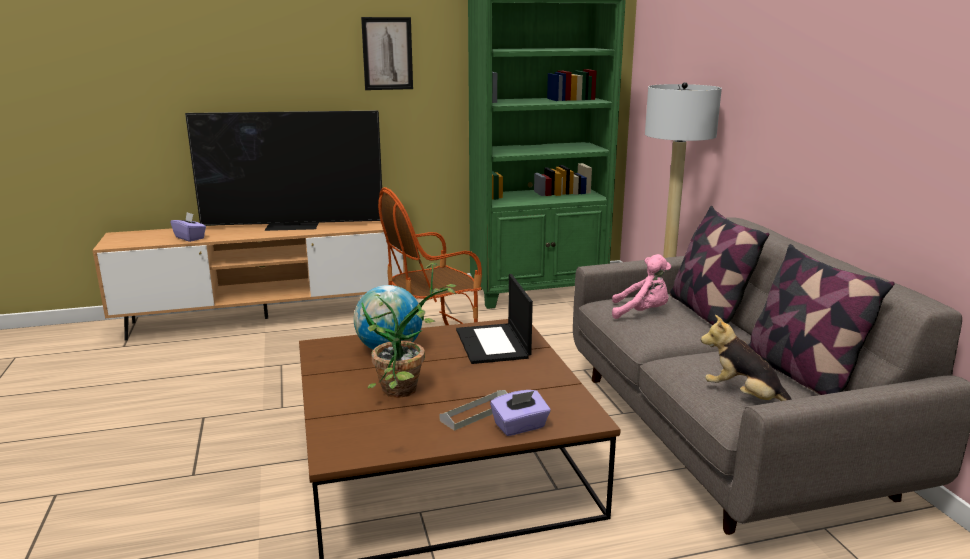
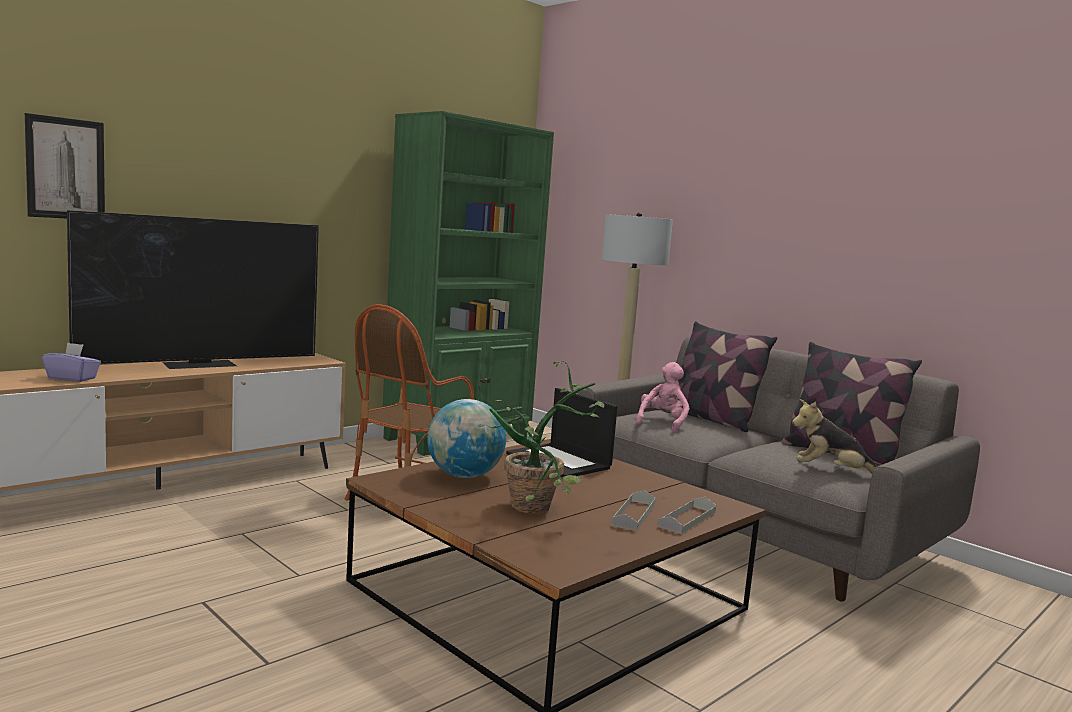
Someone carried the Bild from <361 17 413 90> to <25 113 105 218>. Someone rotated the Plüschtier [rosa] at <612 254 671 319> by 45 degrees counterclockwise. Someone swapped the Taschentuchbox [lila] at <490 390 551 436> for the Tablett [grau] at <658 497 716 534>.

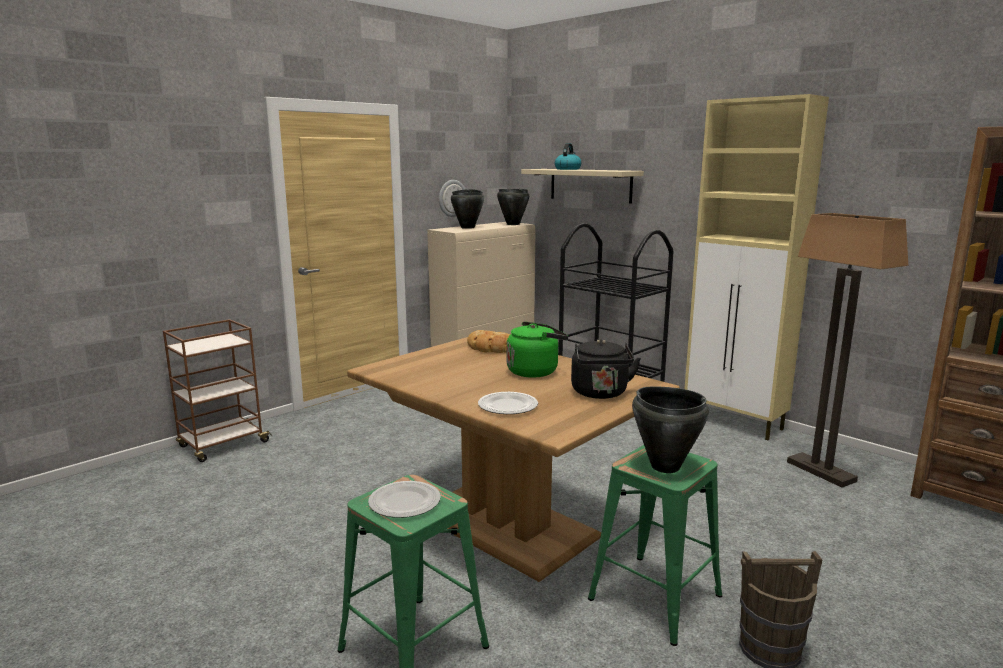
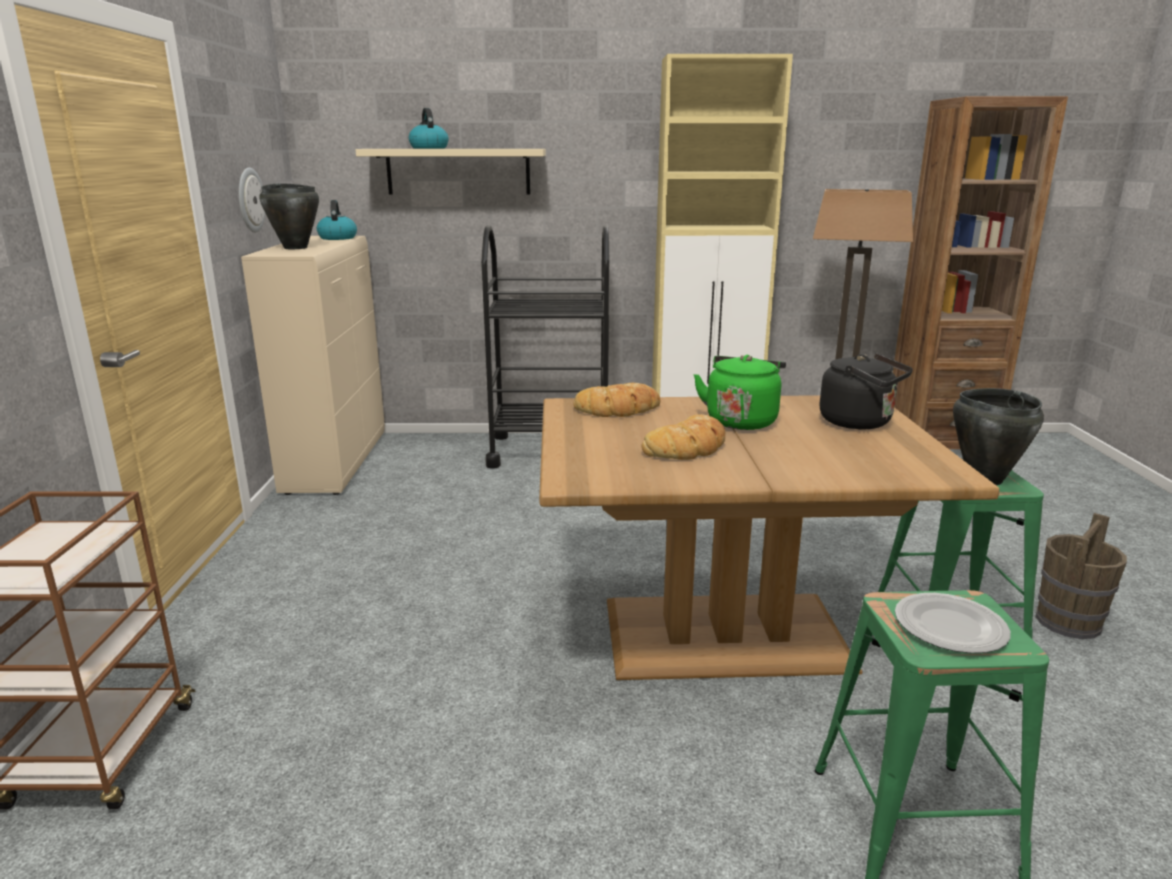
Someone swapped the Kochtopf [schwarz] at <497 189 529 225> for the Wasserkessel at <317 200 357 240>. Someone took away the Teller at <478 392 538 414>. Someone put down the Brot at <642 414 725 460>.

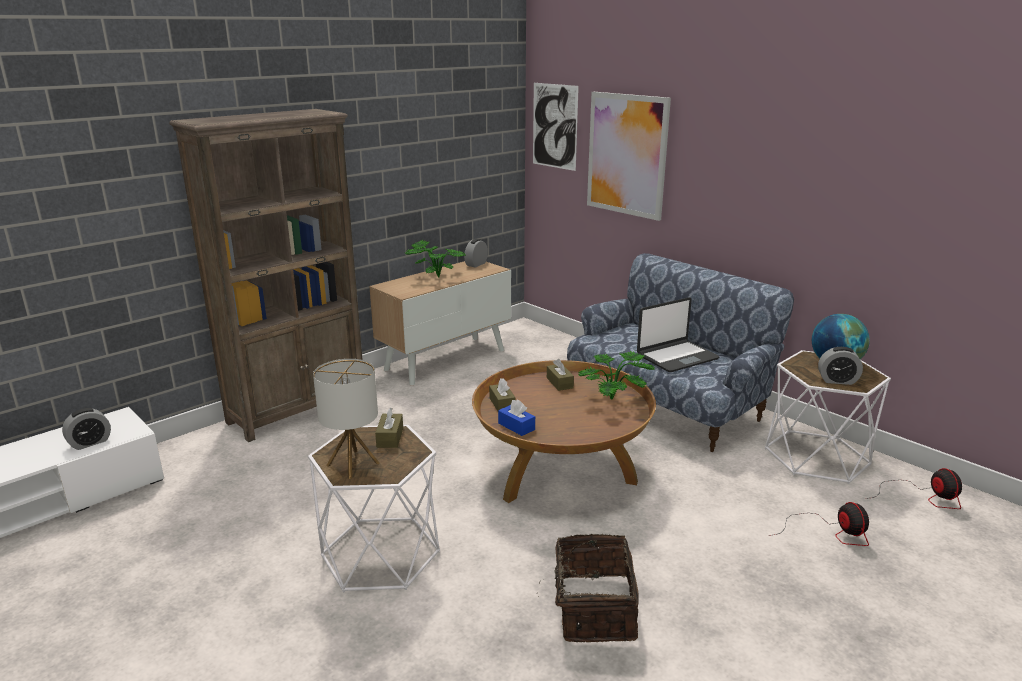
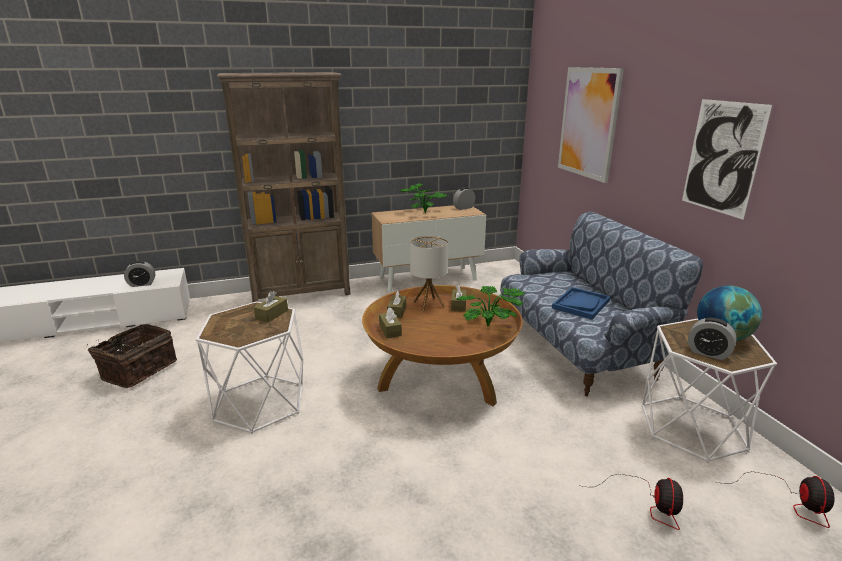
Someone carried the Bild from <533 83 579 171> to <682 99 772 220>. Someone swapped the Laptop at <637 297 720 372> for the Tablett [blau] at <552 287 610 319>. Someone carried the Tischlampe from <313 359 380 479> to <410 236 448 312>. Someone repainted the Taschentuchbox [blau] at <498 399 535 436>, which became the Taschentuchbox [braun] at <379 308 402 338>. Someone carried the Korb from <538 534 638 643> to <86 324 177 388>.

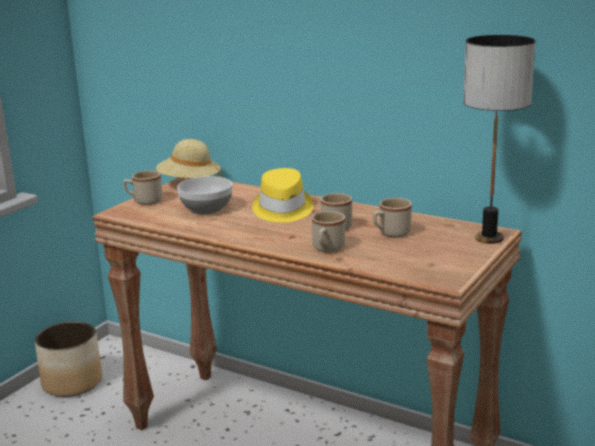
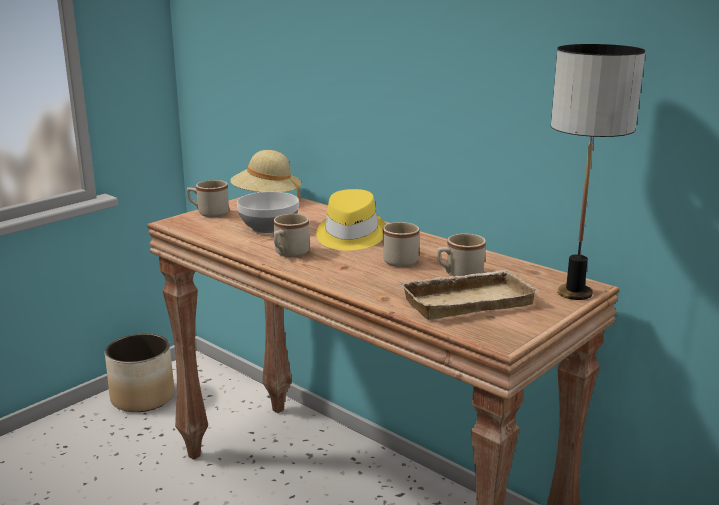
Someone carried the Henkelbecher [beige] from <312 211 345 252> to <274 214 309 257>. Someone put down the Tablett [beige] at <398 270 539 320>.

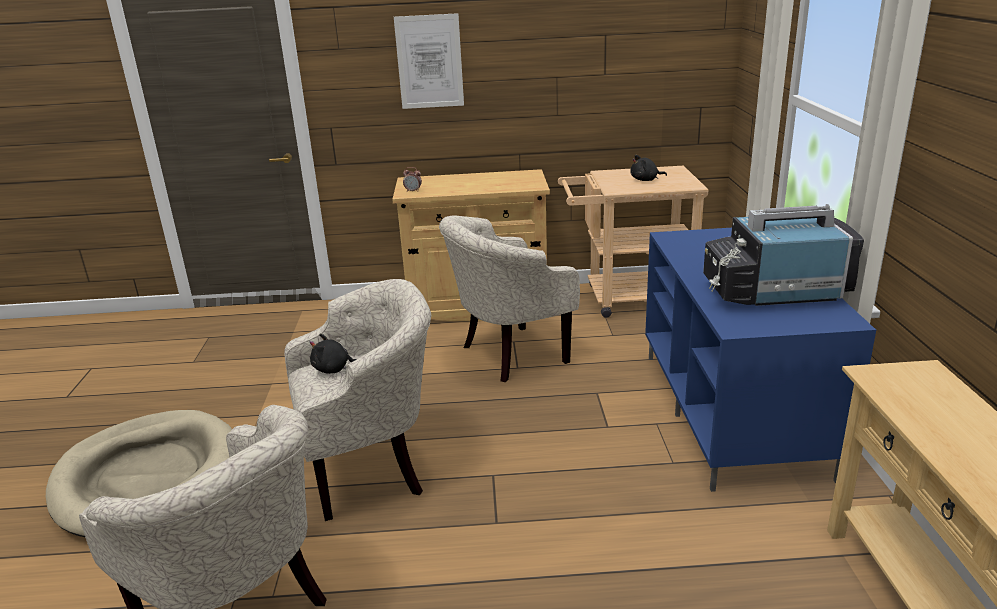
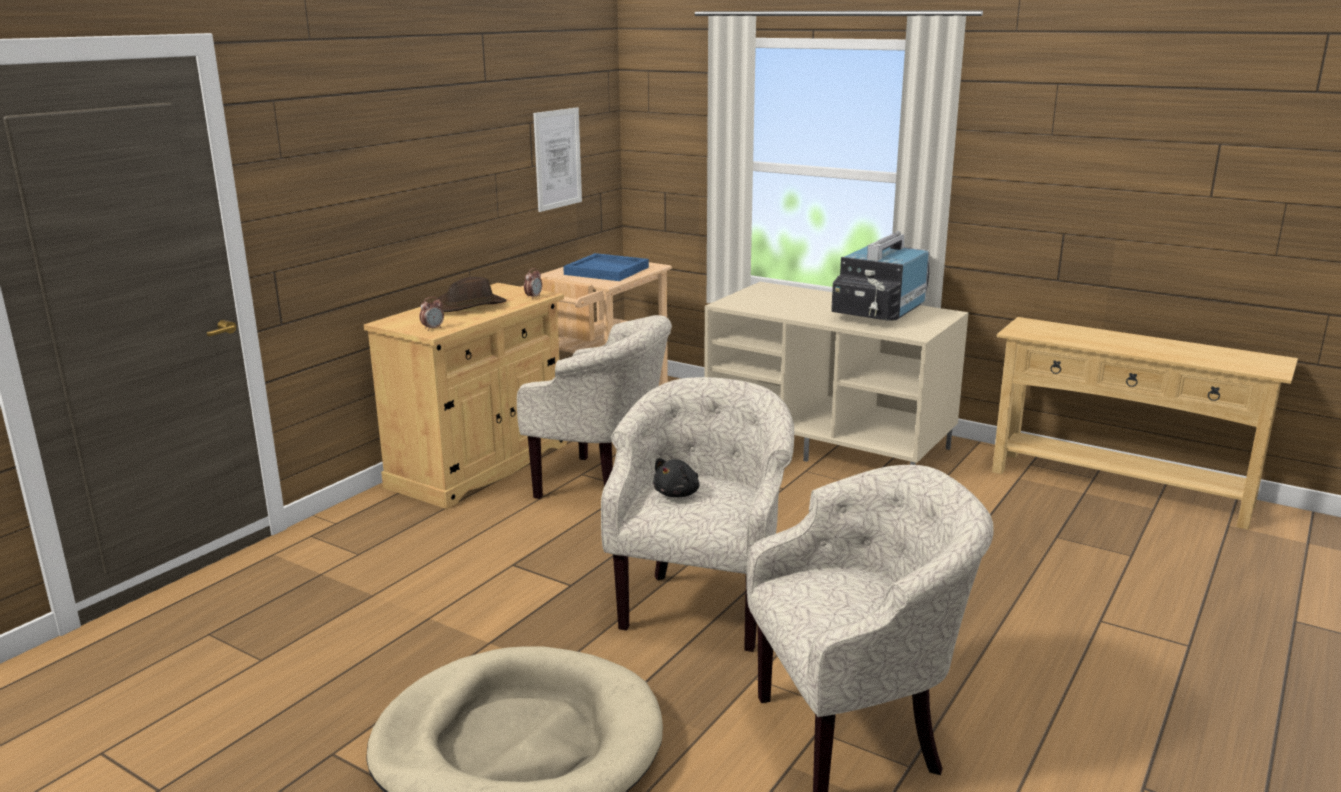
Someone carried the Bild from <394 13 464 109> to <533 107 582 212>. Someone swapped the Plüschtier [schwarz] at <630 155 667 181> for the Tablett [blau] at <563 253 649 281>. Someone rotated the Sessel [beige] at <439 215 580 382> by 75 degrees counterclockwise. Someone repainted the Fernsehschrank [blau] at <645 228 876 492>, which became the Fernsehschrank [beige] at <704 282 969 465>. Someone put down the Wecker at <524 268 542 299>. Someone put down the Hut [braun] at <432 277 507 312>.

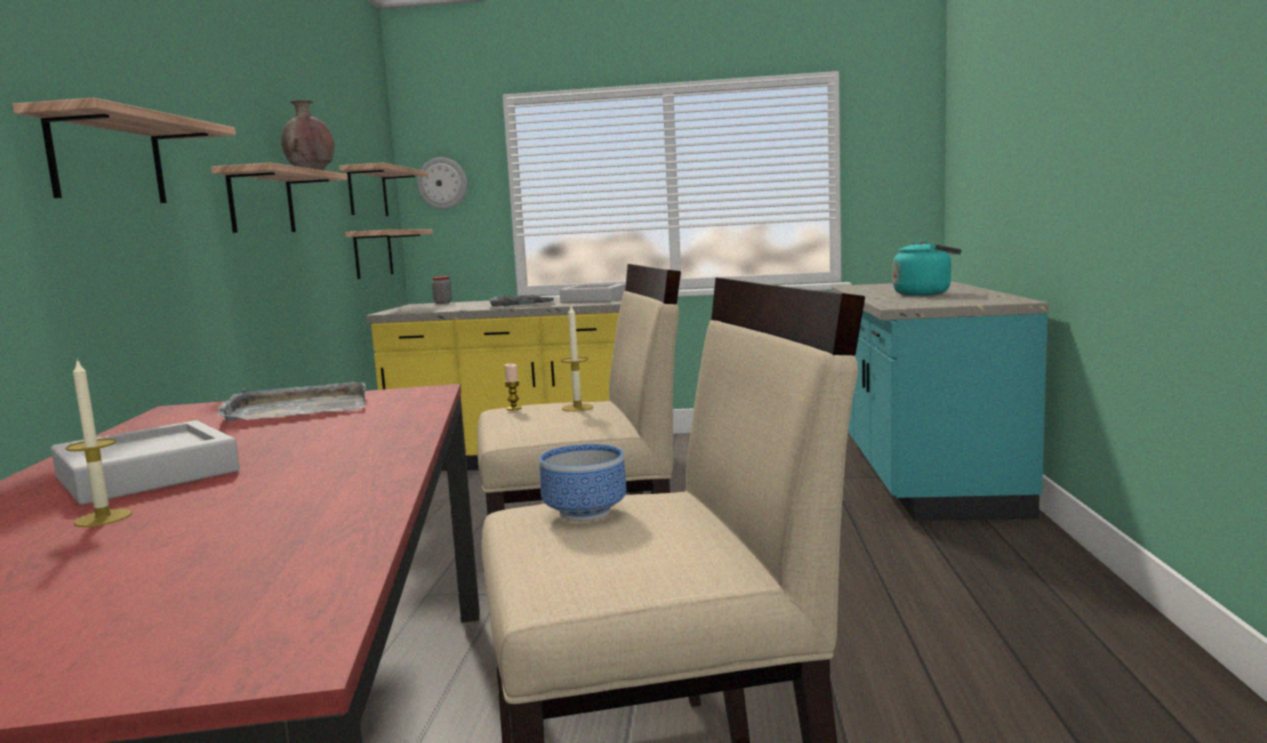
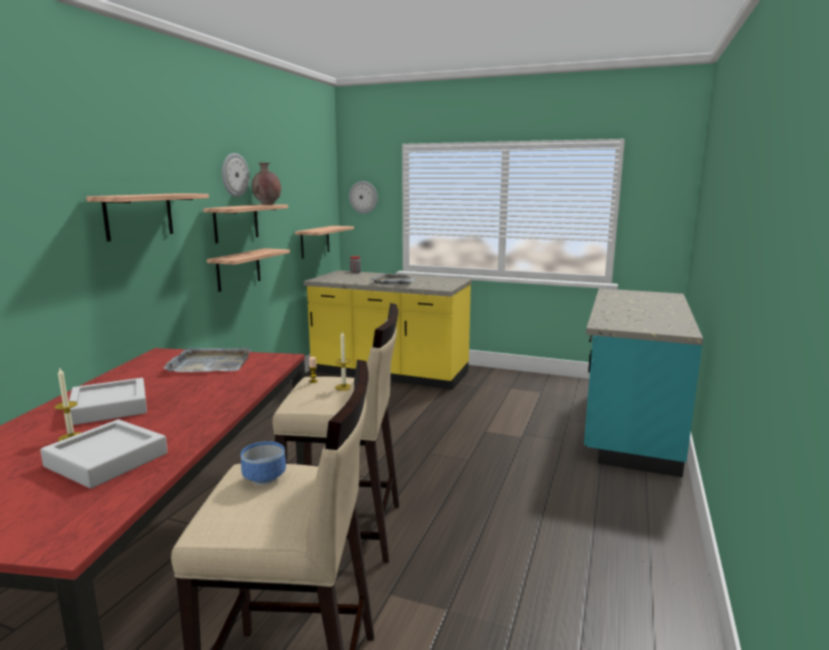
Someone carried the Wandregal from <339 163 428 216> to <207 248 290 292>. Someone took away the Wasserkessel [türkis] at <893 240 961 296>. Someone carried the Tablett [grau] from <560 284 625 303> to <40 419 168 489>. Someone put up the Wanduhr at <222 153 250 197>.

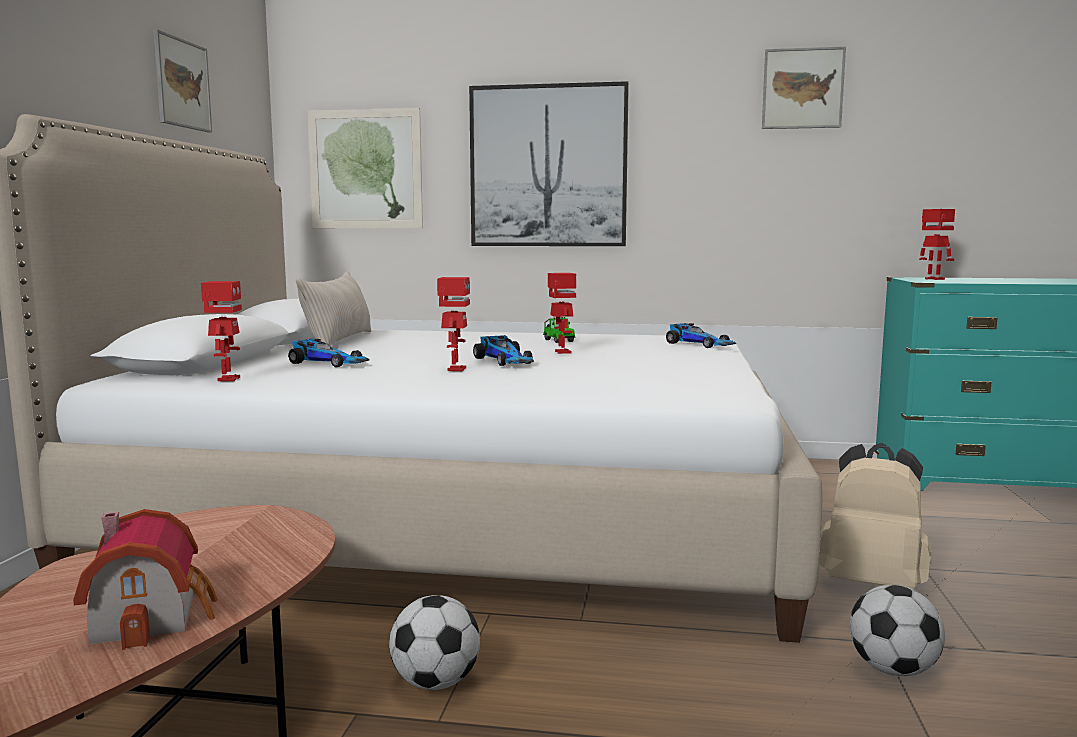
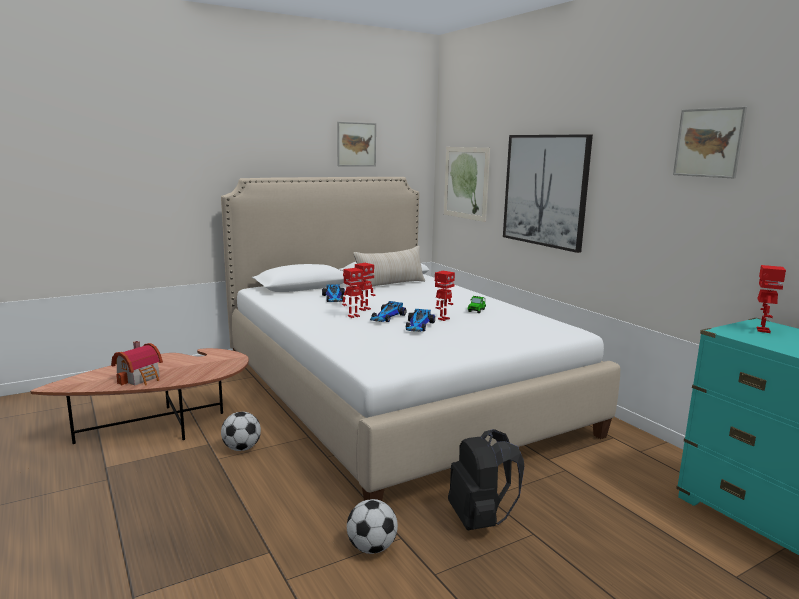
Someone carried the Spielzeugroboter from <201 281 242 381> to <355 263 375 311>. Someone carried the Spielzeugauto from <666 323 736 348> to <406 309 435 332>. Someone repainted the Rucksack [beige] at <819 443 931 590>, which became the Rucksack [schwarz] at <448 429 524 530>.

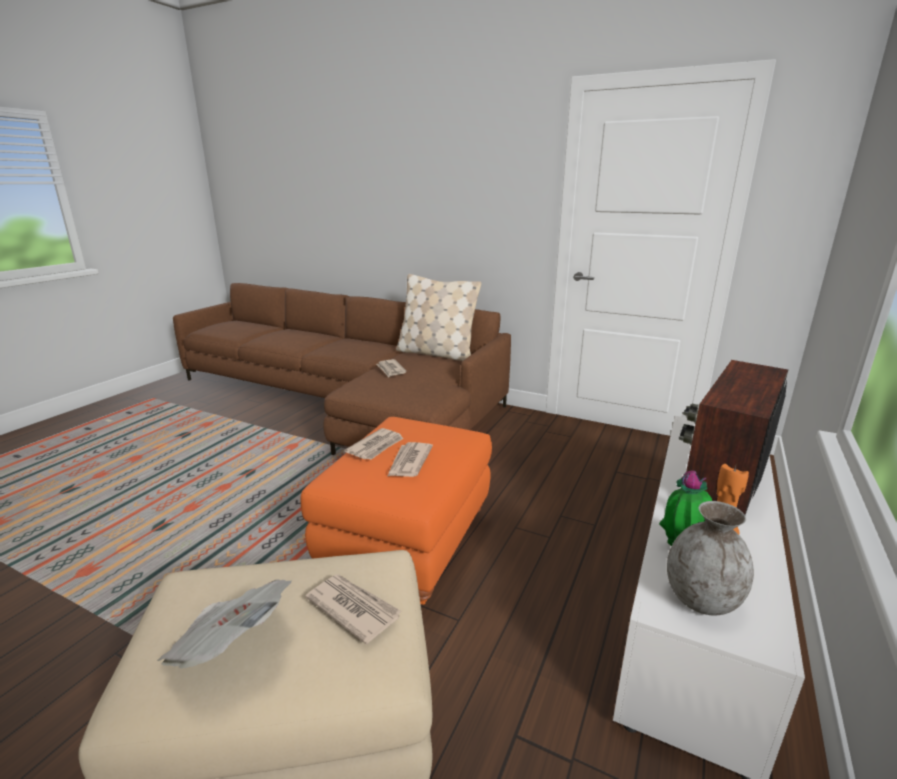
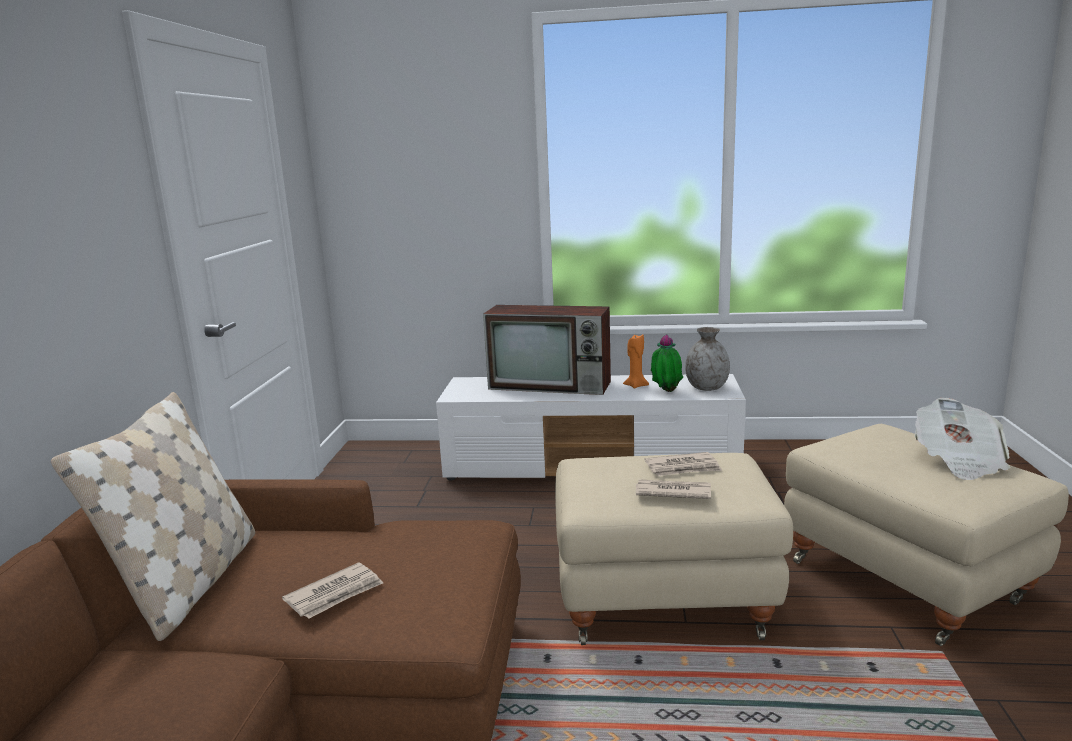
Someone repainted the Polsterhocker [orange] at <301 417 492 605>, which became the Polsterhocker [beige] at <555 453 793 645>. Someone took away the Zeitung at <306 574 402 644>.

